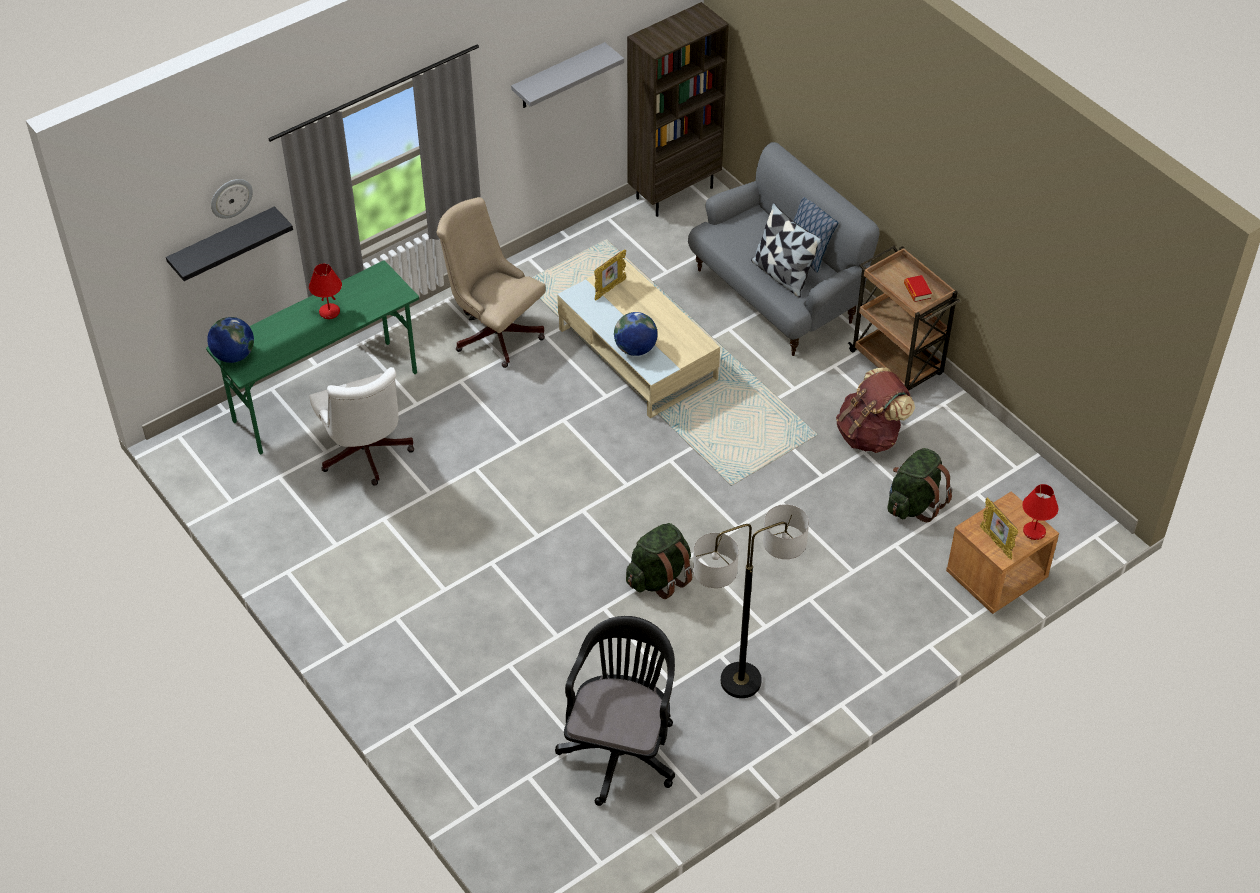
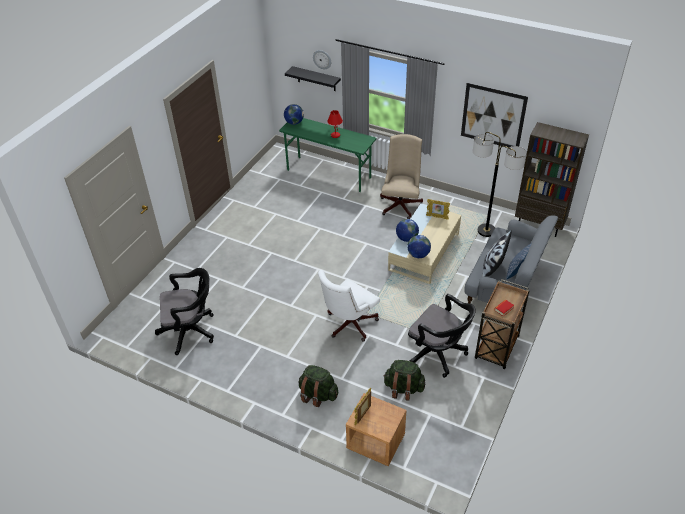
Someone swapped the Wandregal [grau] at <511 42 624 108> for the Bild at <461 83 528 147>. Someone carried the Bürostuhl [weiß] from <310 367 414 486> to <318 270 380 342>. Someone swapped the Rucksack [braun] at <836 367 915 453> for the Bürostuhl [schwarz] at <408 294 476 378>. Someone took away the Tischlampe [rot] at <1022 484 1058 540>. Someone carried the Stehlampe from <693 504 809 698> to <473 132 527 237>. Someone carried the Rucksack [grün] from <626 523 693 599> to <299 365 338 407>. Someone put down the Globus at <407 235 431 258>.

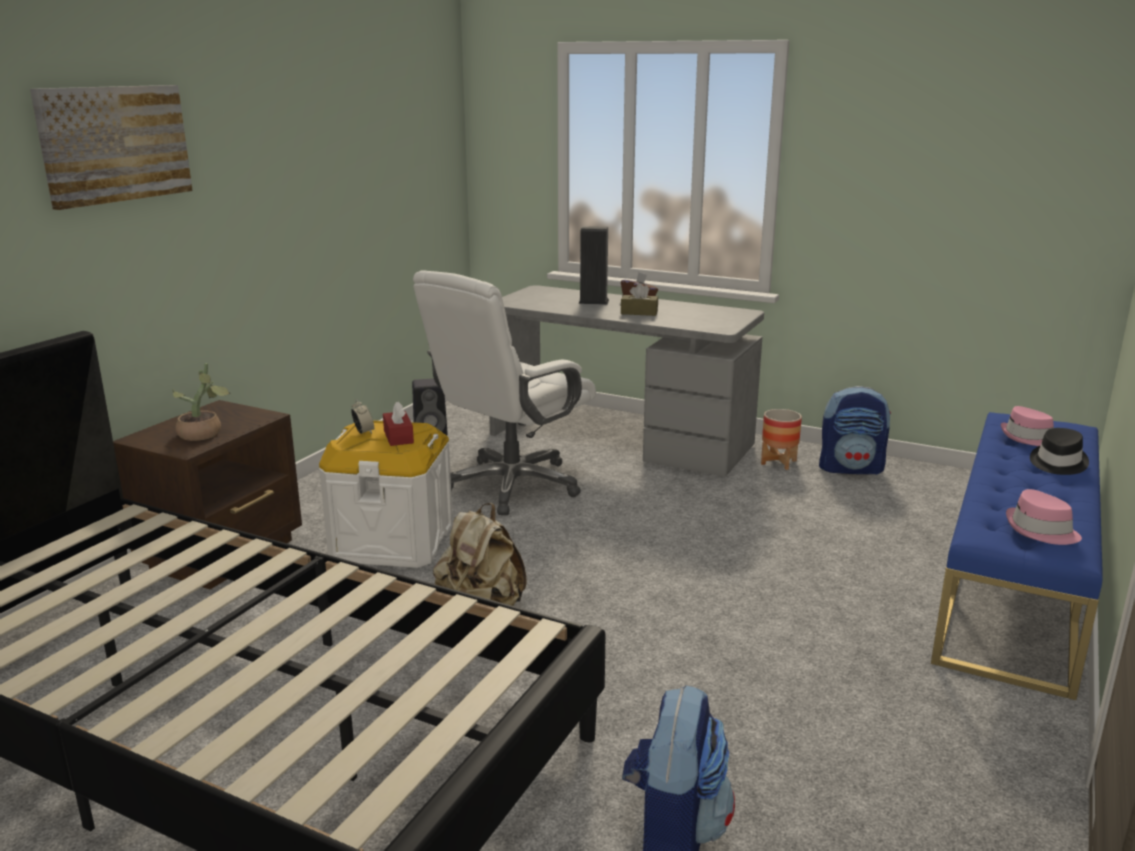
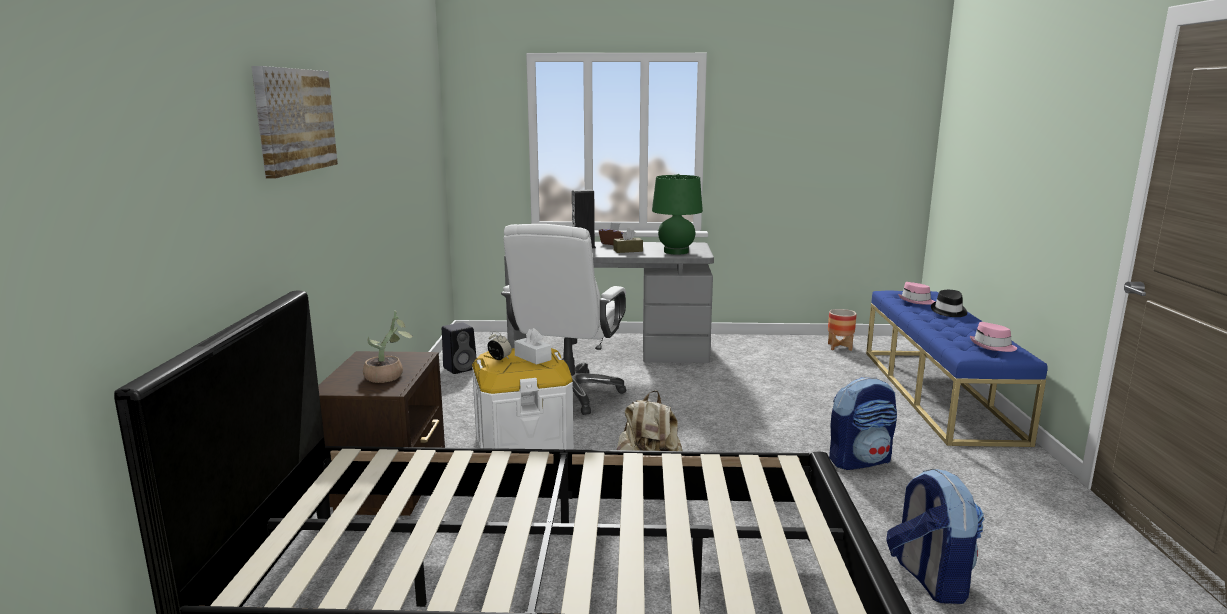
Someone carried the Rucksack from <819 386 891 475> to <829 377 897 470>. Someone repainted the Taschentuchbox [rot] at <383 402 414 446>, which became the Taschentuchbox [weiß] at <514 328 552 365>. Someone carried the Pflanzkübel from <761 409 802 470> to <828 309 857 351>. Someone put down the Tischlampe [grün] at <652 174 703 255>.

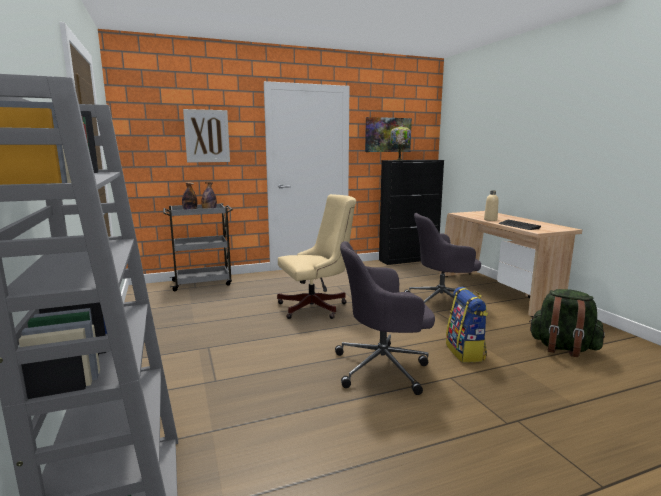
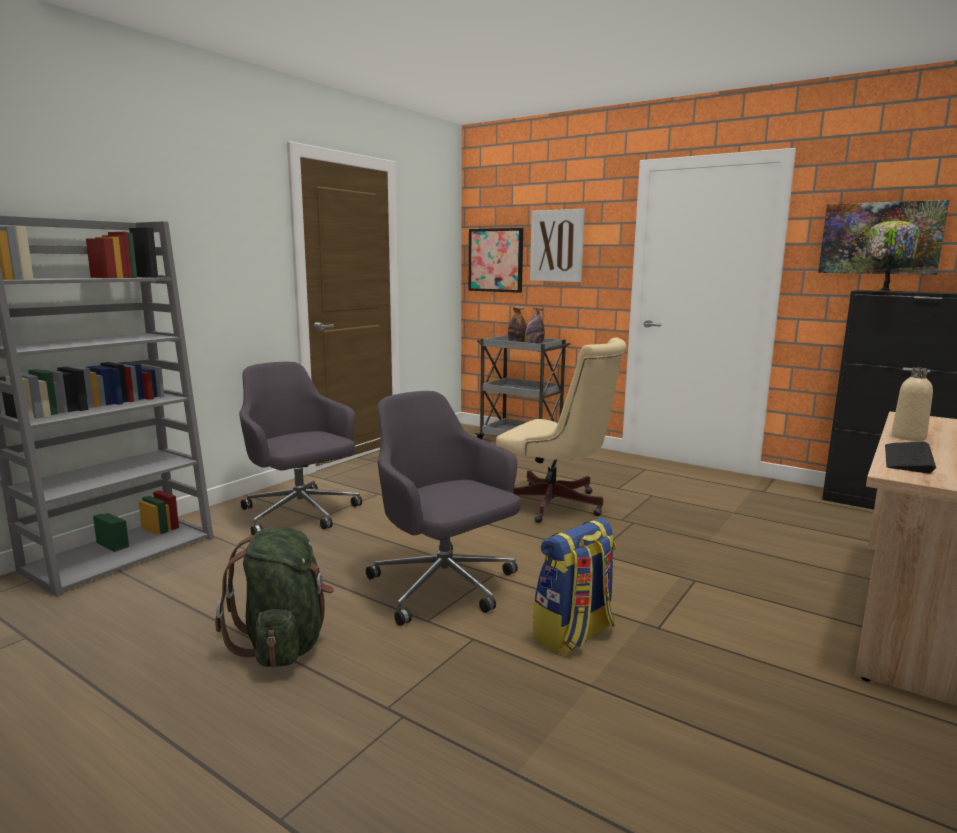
Someone carried the Bürostuhl [grau] from <404 213 481 303> to <239 362 362 535>. Someone carried the Rucksack [grün] from <529 289 605 357> to <215 527 334 668>. Someone put up the Bild at <469 228 523 293>.

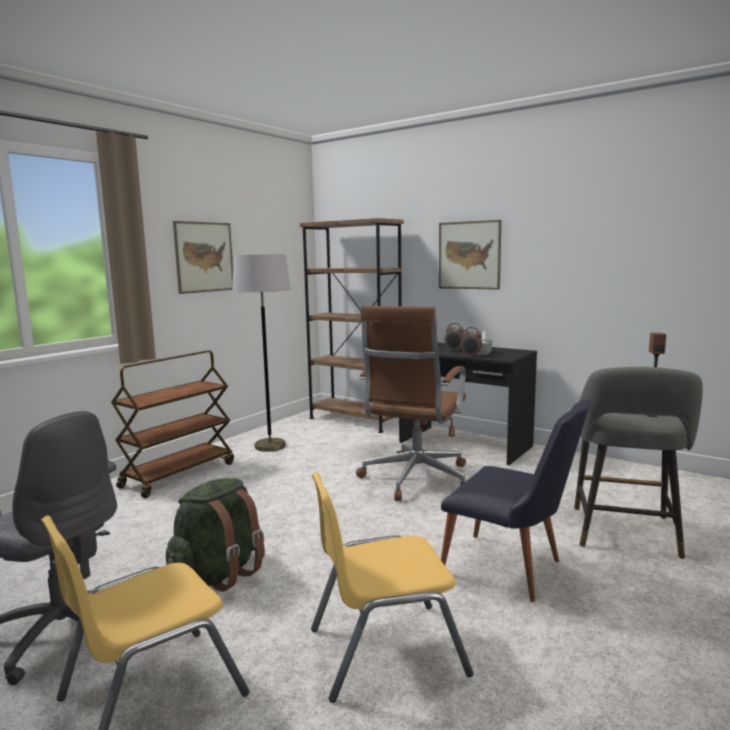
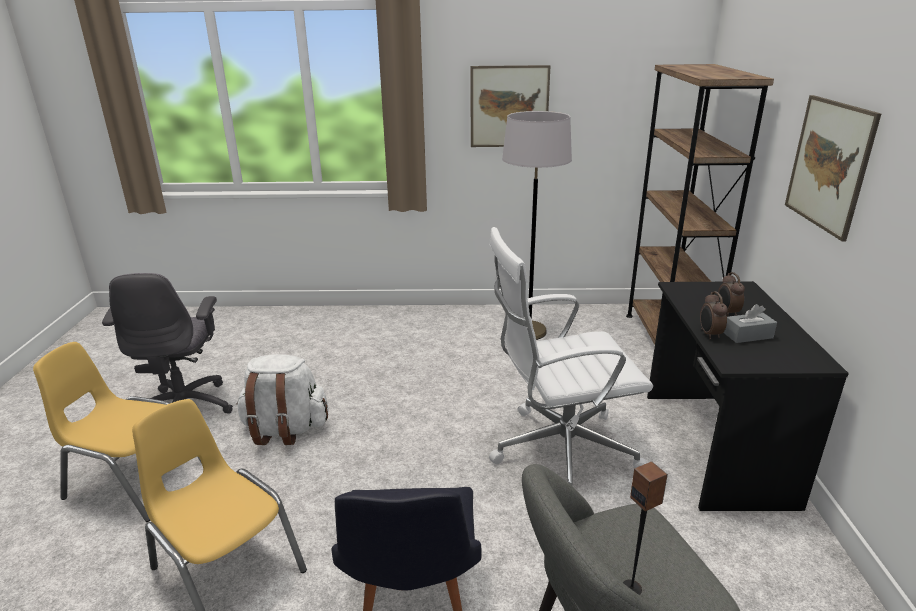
Someone repainted the Bürostuhl [braun] at <356 305 466 501>, which became the Bürostuhl [weiß] at <489 227 653 486>. Someone took away the Rollwagen [braun] at <111 350 234 498>. Someone repainted the Rucksack [grün] at <166 478 265 592>, which became the Rucksack [weiß] at <237 354 328 445>.

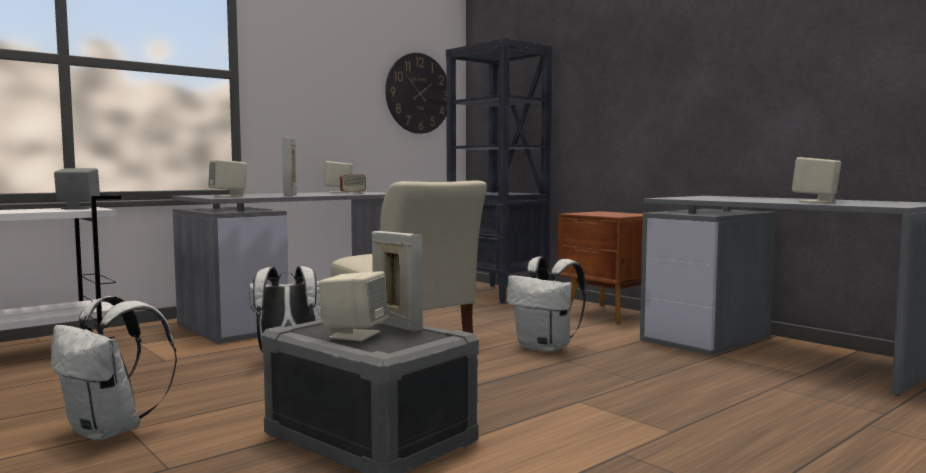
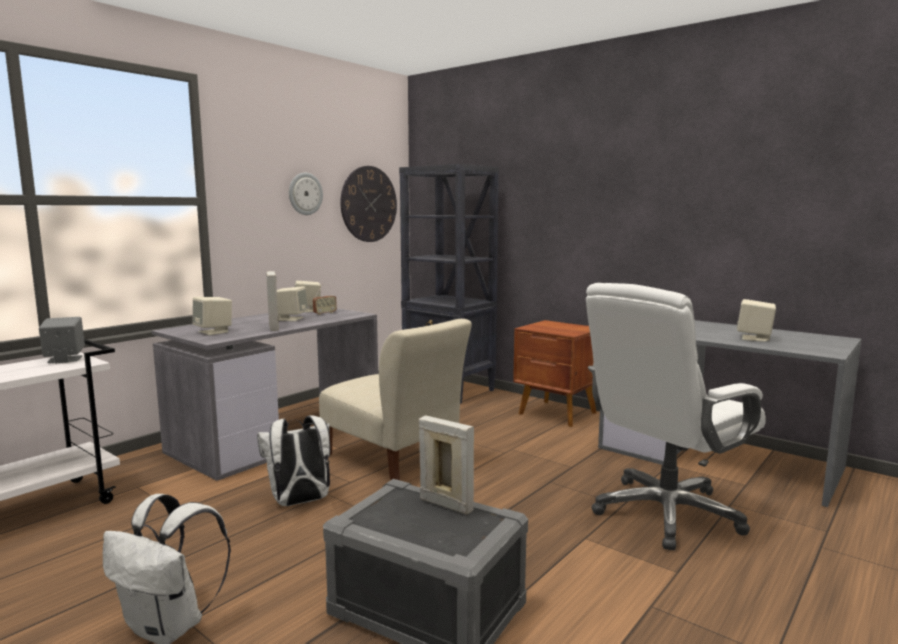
Someone took away the Rucksack [weiß] at <507 256 586 353>. Someone carried the Lautsprecher [beige] from <319 271 389 342> to <277 286 308 321>. Someone put up the Wanduhr at <289 173 323 215>. Someone put down the Bürostuhl [weiß] at <586 283 766 550>.

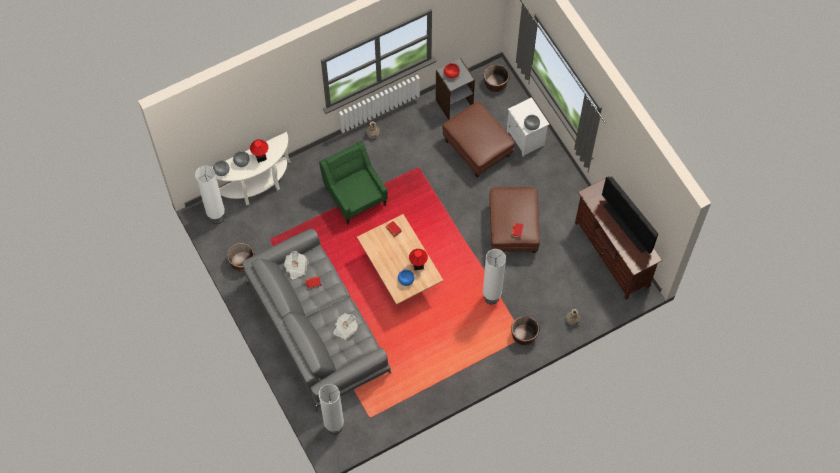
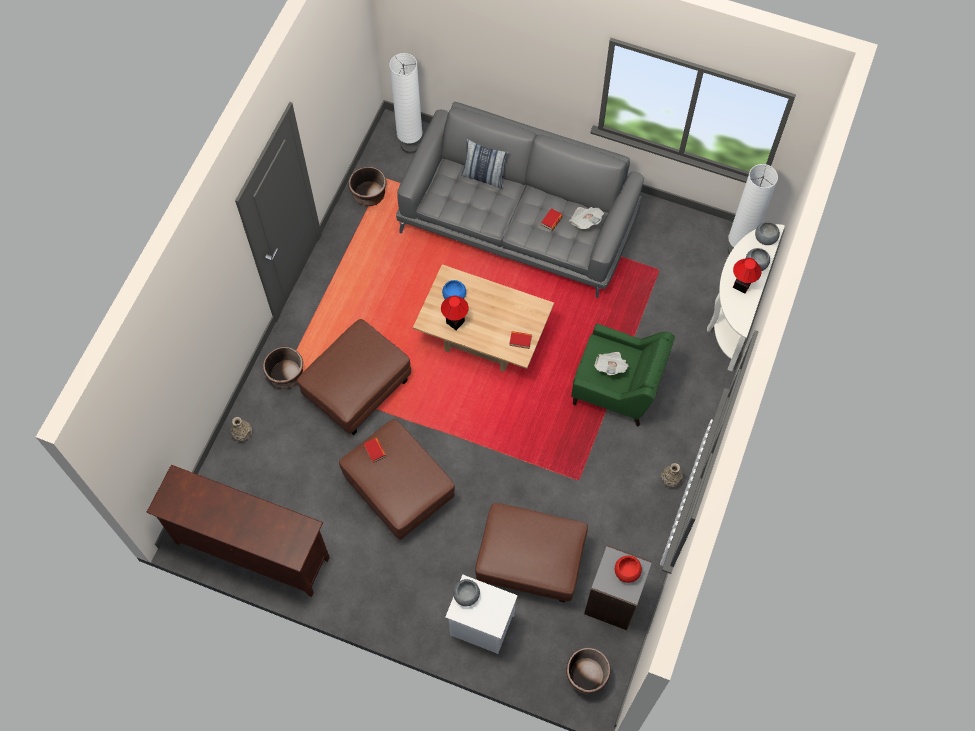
Someone took away the Fernseher at <602 176 658 254>. Someone carried the Pflanzkübel [braun] from <227 243 255 272> to <349 167 386 206>. Someone swapped the Stehlampe [weiß] at <483 249 506 304> for the Polsterhocker [braun] at <297 319 411 435>. Someone carried the Zeitung from <333 313 358 340> to <594 352 629 375>. Someone put down the Kissen at <461 138 509 189>.

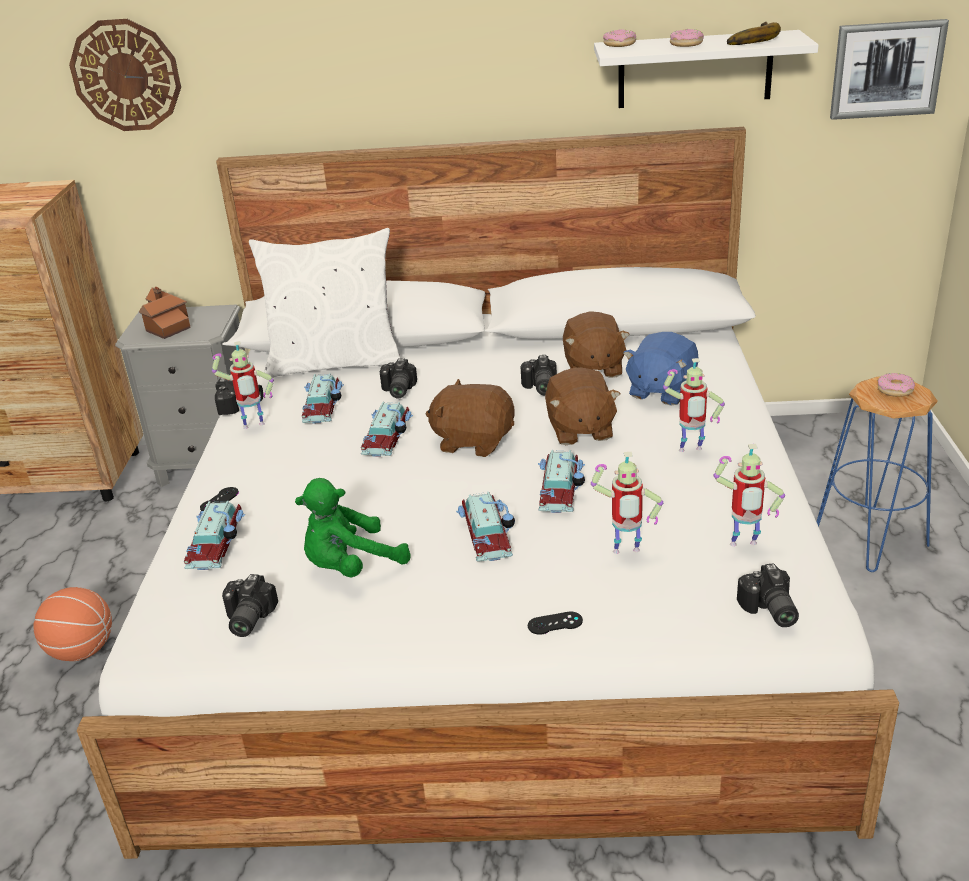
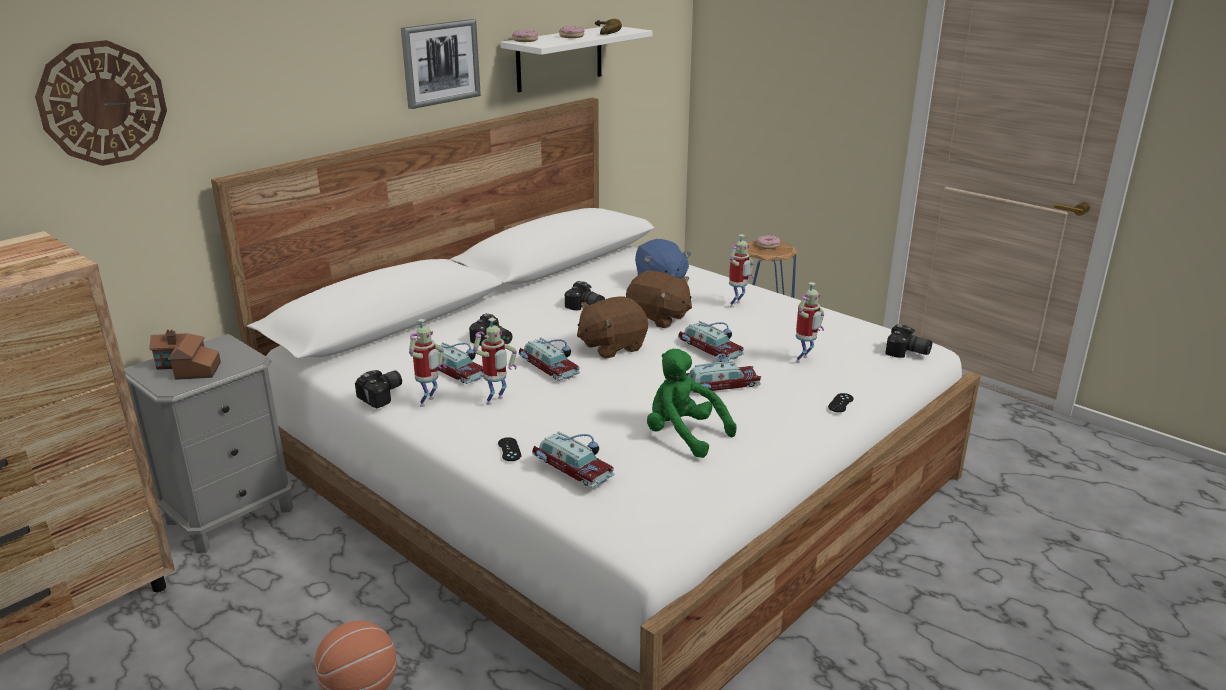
Someone carried the Bild from <830 19 949 120> to <401 19 481 109>. Someone took away the Kissen [weiß] at <249 228 400 378>. Someone took away the Plüschtier [braun] at <563 311 630 378>. Someone carried the Spielzeugroboter from <714 444 785 546> to <473 318 517 405>. Someone rotated the Plüschtier [grün] at <295 478 411 577> by 120 degrees clockwise. Someone rotated the Spielzeugauto at <456 492 515 562> by 45 degrees counterclockwise. Someone took away the Kamera at <222 574 278 637>.

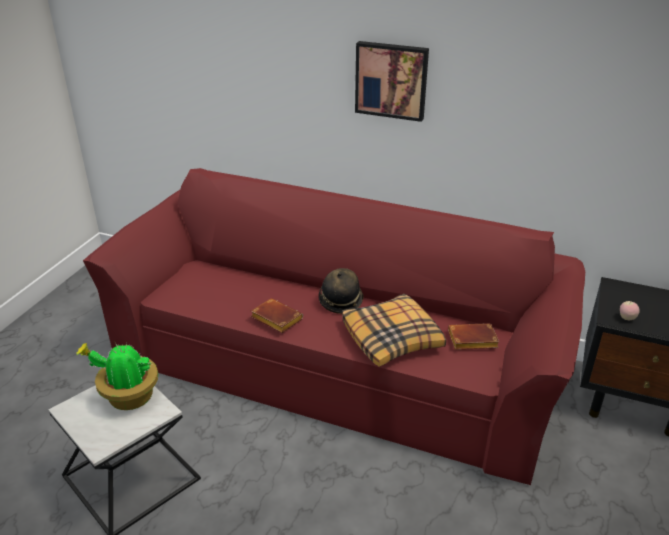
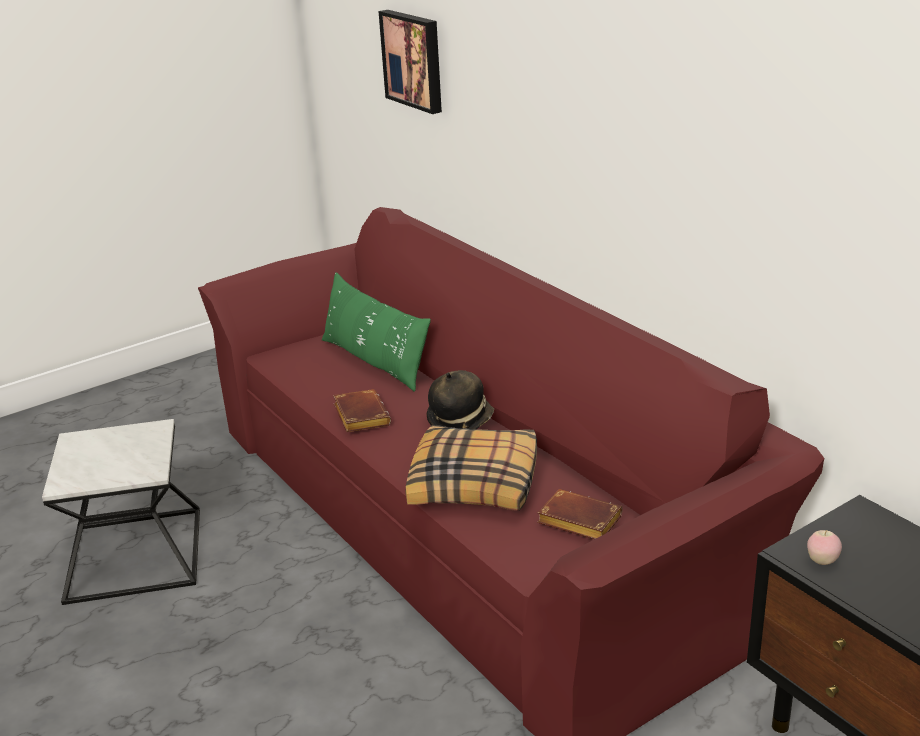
Someone carried the Bild from <355 41 429 122> to <379 10 442 114>. Someone took away the Topfpflanze at <76 342 158 410>. Someone put down the Kissen [grün] at <322 272 431 392>.

